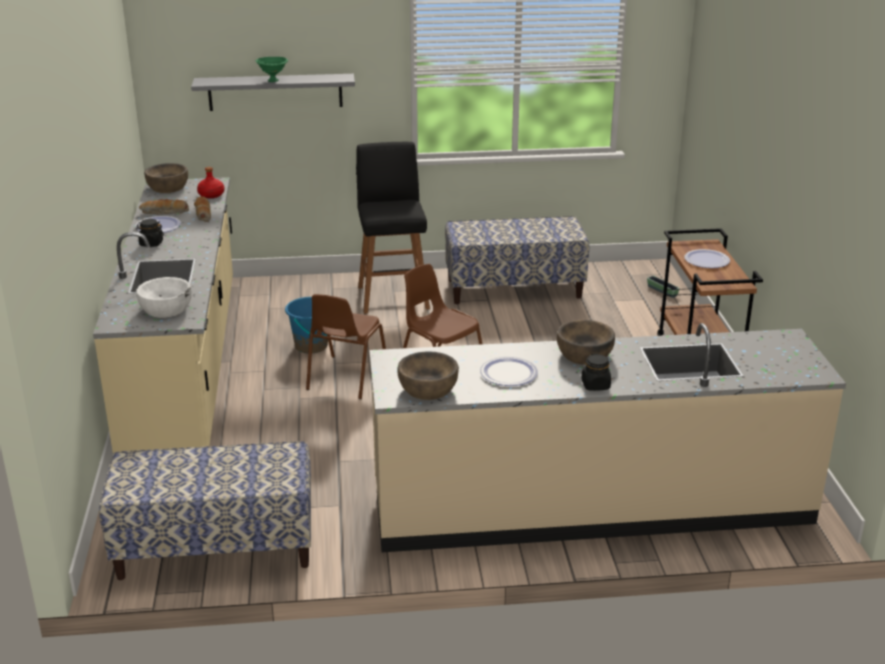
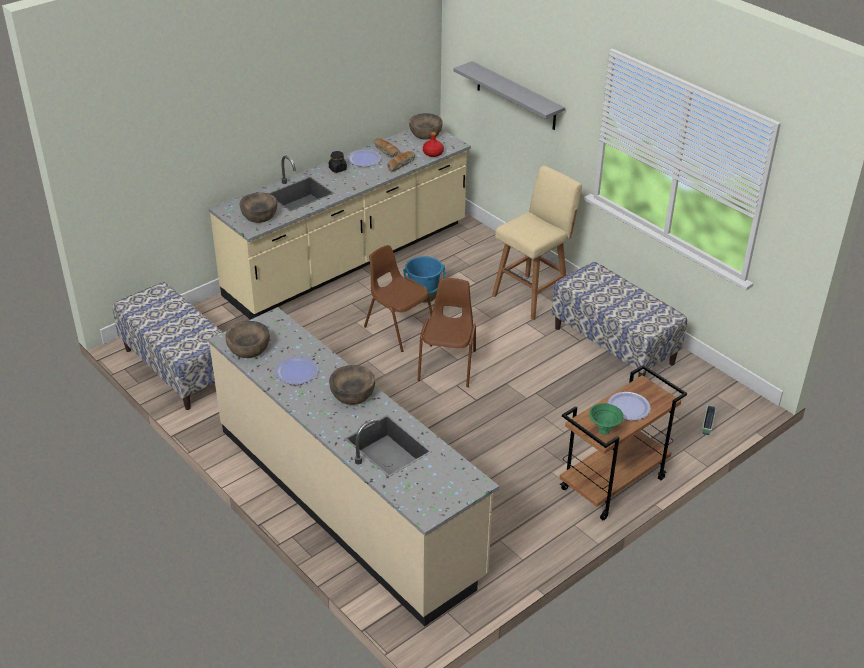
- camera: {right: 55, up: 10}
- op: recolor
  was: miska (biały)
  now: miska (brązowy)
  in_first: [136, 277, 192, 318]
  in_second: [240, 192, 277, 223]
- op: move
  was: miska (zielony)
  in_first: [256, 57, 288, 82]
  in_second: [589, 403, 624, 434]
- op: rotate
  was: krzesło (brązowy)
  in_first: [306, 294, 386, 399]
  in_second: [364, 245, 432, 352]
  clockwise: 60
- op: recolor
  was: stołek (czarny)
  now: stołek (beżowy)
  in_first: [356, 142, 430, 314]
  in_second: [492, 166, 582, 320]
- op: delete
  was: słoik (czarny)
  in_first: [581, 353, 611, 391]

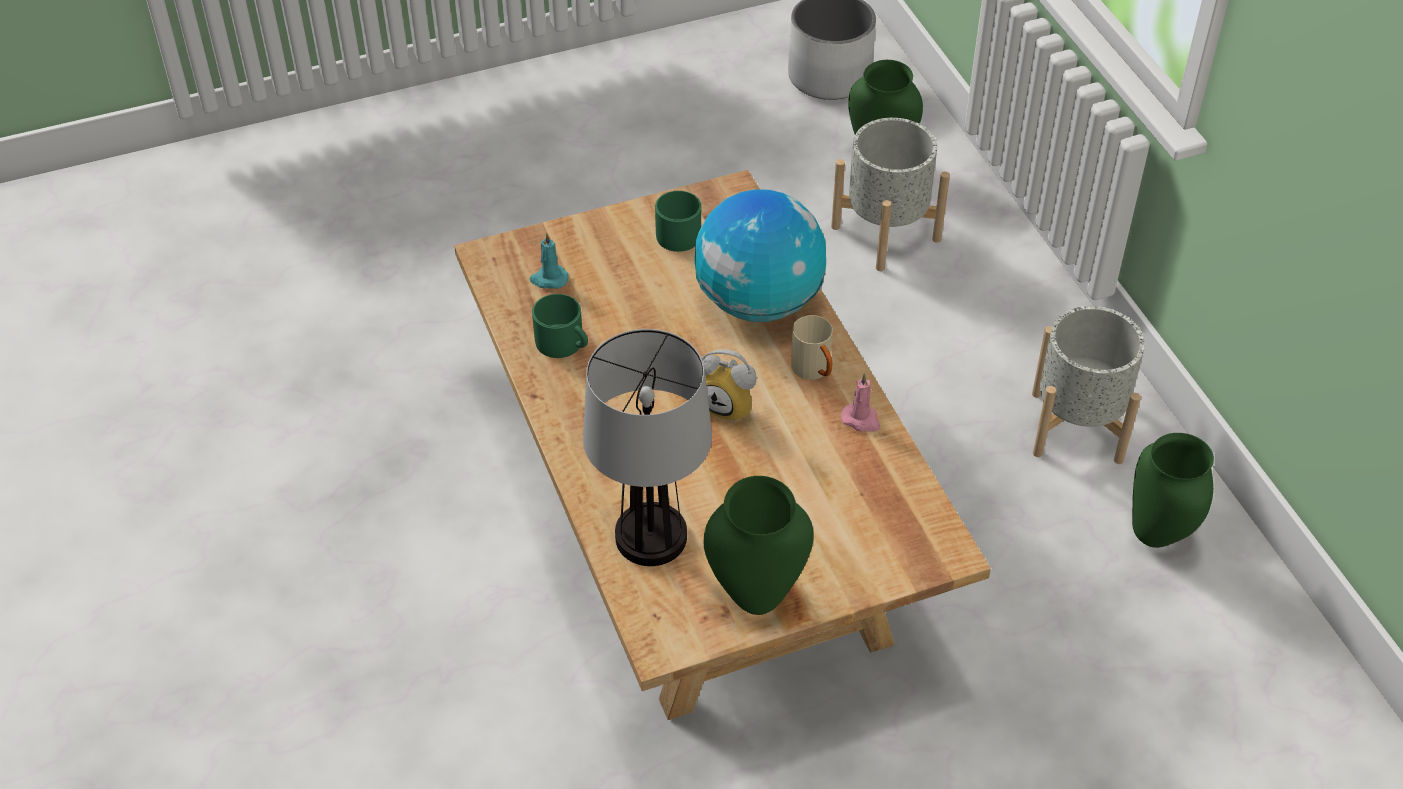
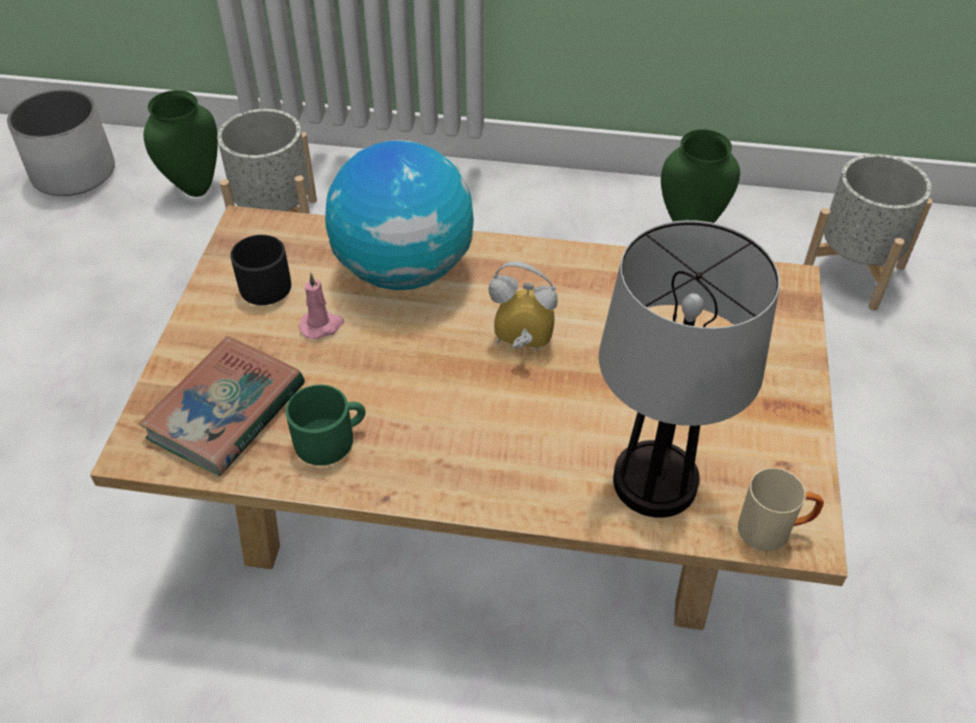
- camera: {right: -60, up: 0}
- op: replace
  was: świeca (turkusowy)
  now: książka
  in_first: [530, 233, 569, 289]
  in_second: [139, 336, 305, 476]
- op: recolor
  was: kubek (zielony)
  now: kubek (czarny)
  in_first: [655, 191, 701, 252]
  in_second: [230, 235, 291, 305]
- op: rotate
  was: budzik
  in_first: [701, 349, 757, 423]
  in_second: [488, 261, 558, 351]
  clockwise: -135
- op: delete
  was: wazon (zielony)
  in_first: [704, 476, 814, 615]
- op: move
  was: kubek (beżowy)
  in_first: [791, 315, 833, 380]
  in_second: [738, 468, 824, 551]
- op: move
  was: świeca (różowy)
  in_first: [841, 373, 880, 432]
  in_second: [299, 273, 344, 339]
- op: move
  was: donica (szary)
  in_first: [1032, 306, 1145, 464]
  in_second: [804, 154, 933, 311]

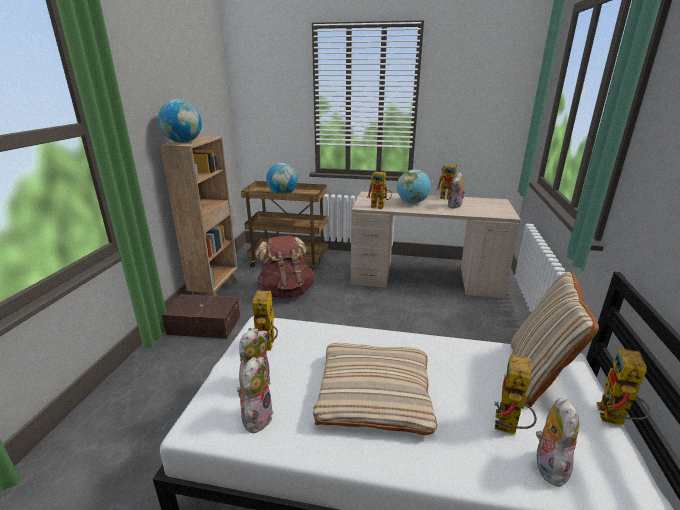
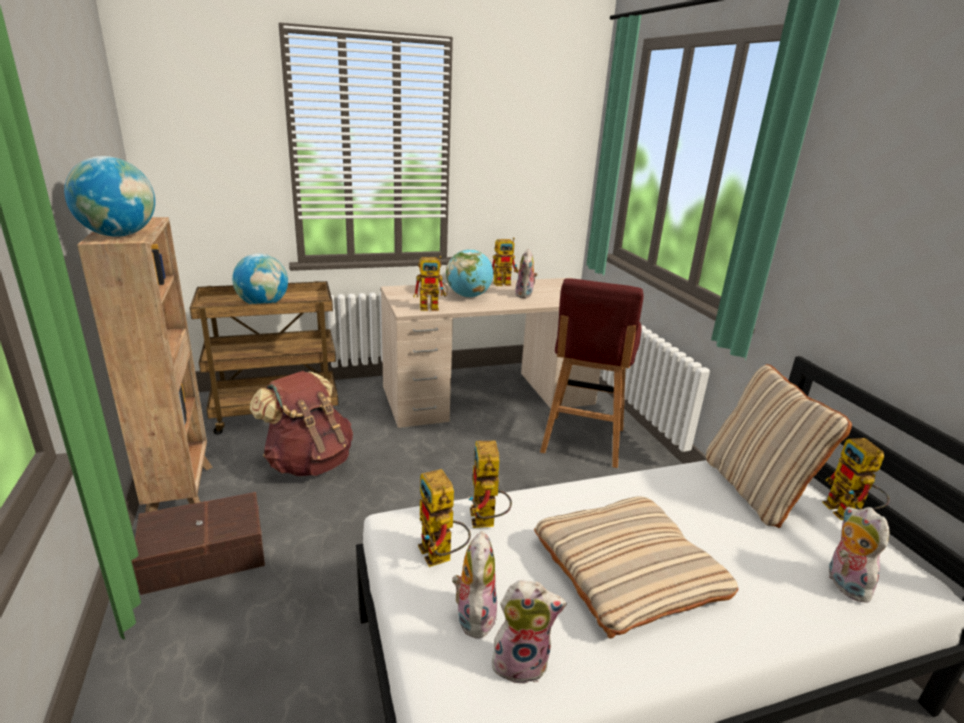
- camera: {right: -30, up: 0}
- op: rotate
  was: pluszak
  in_first: [237, 357, 274, 433]
  in_second: [492, 581, 567, 684]
  clockwise: 105
- op: move
  was: robot zabawkowy
  in_first: [494, 354, 537, 435]
  in_second: [468, 441, 512, 528]
- op: insert
  now: stołek (czerwony)
  in_second: [540, 278, 644, 468]

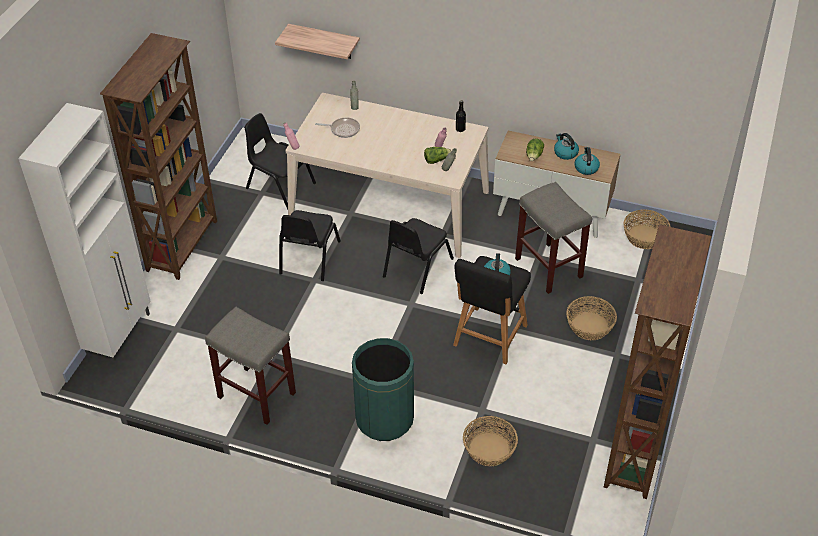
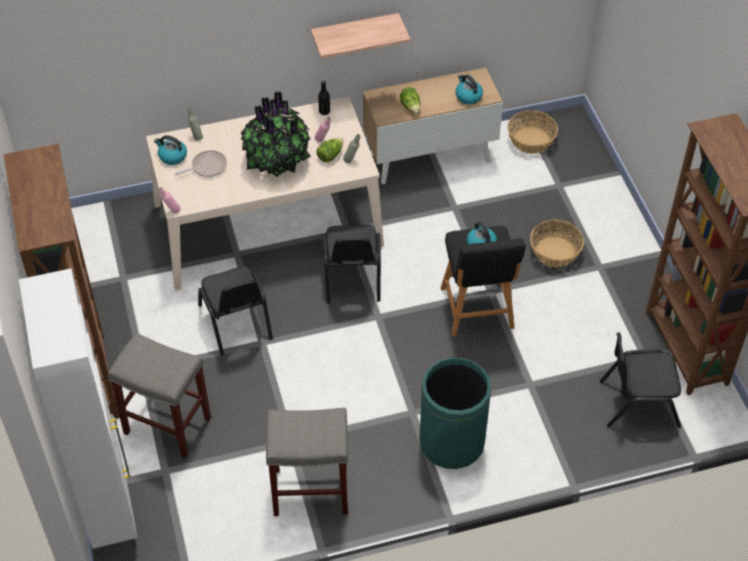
- camera: {right: -35, up: 5}
- op: move
  was: krzesło (czarny)
  in_first: [245, 113, 316, 209]
  in_second: [600, 332, 681, 428]
- op: move
  was: półka
  in_first: [275, 24, 360, 59]
  in_second: [311, 13, 410, 59]
- op: delete
  was: koszyk
  in_first: [463, 416, 518, 466]
- op: move
  was: stołek (szary)
  in_first: [515, 182, 592, 294]
  in_second: [108, 333, 211, 459]
- op: move
  was: czajnik
  in_first: [554, 133, 579, 160]
  in_second: [154, 135, 187, 165]
- op: insert
  now: roślina doniczkowa
  in_second: [241, 91, 311, 177]

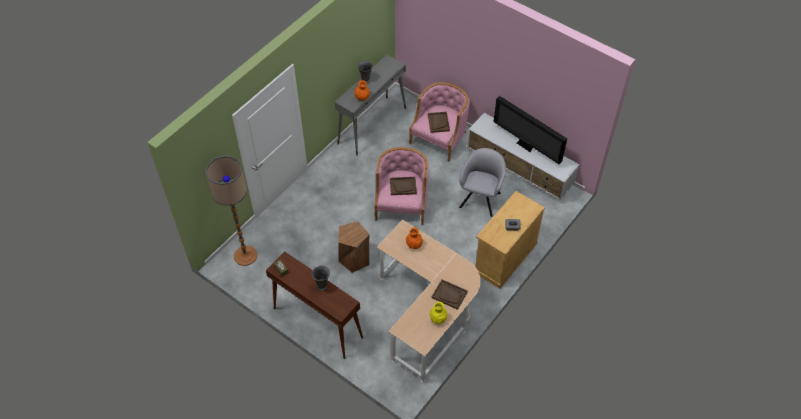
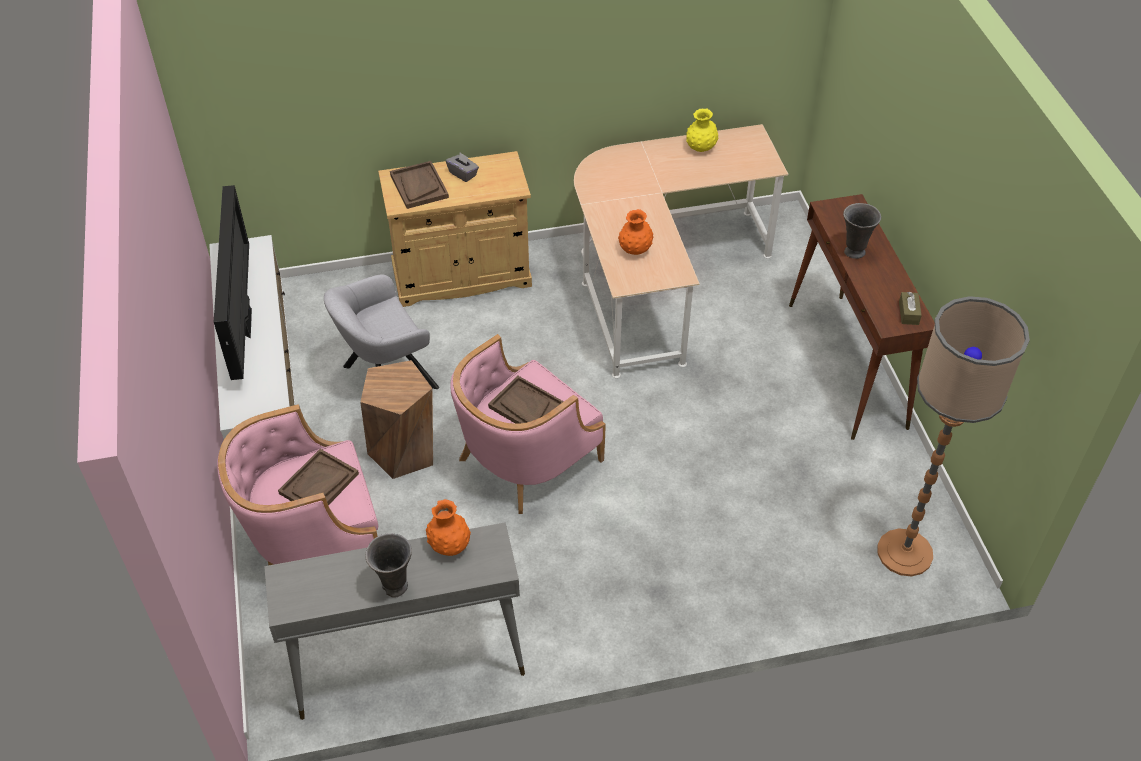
- camera: {right: -140, up: -5}
- op: move
  was: stołek (brązowy)
  in_first: [338, 221, 369, 273]
  in_second: [360, 360, 433, 479]
- op: move
  was: taca (brązowy)
  in_first: [432, 279, 468, 310]
  in_second: [390, 161, 449, 209]

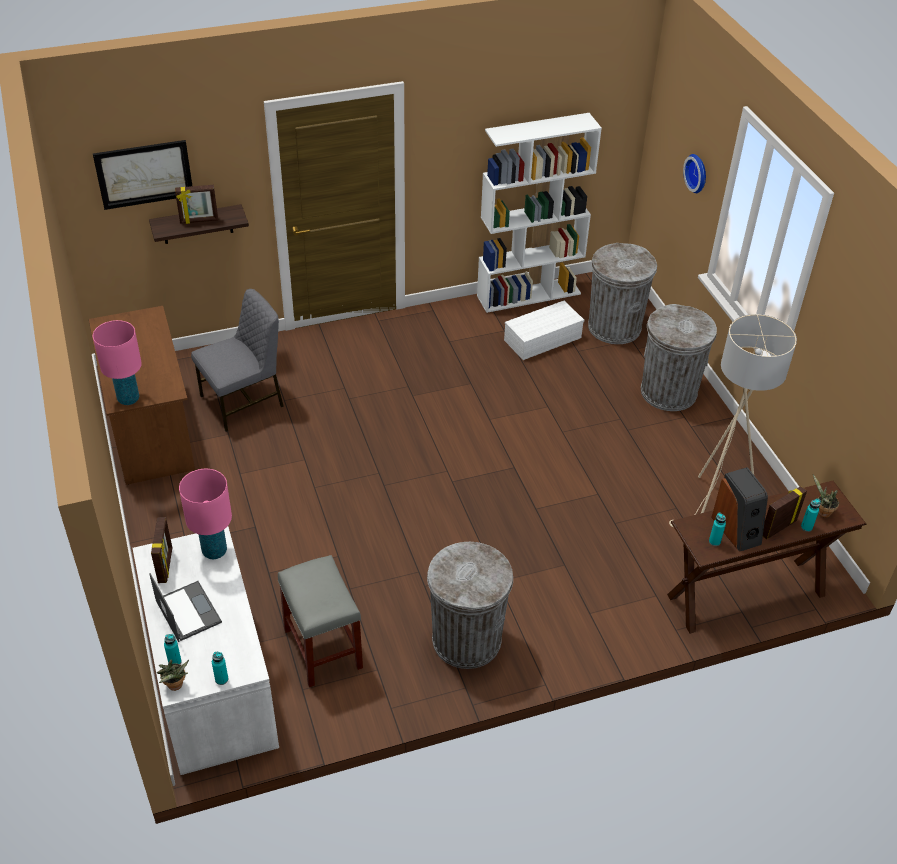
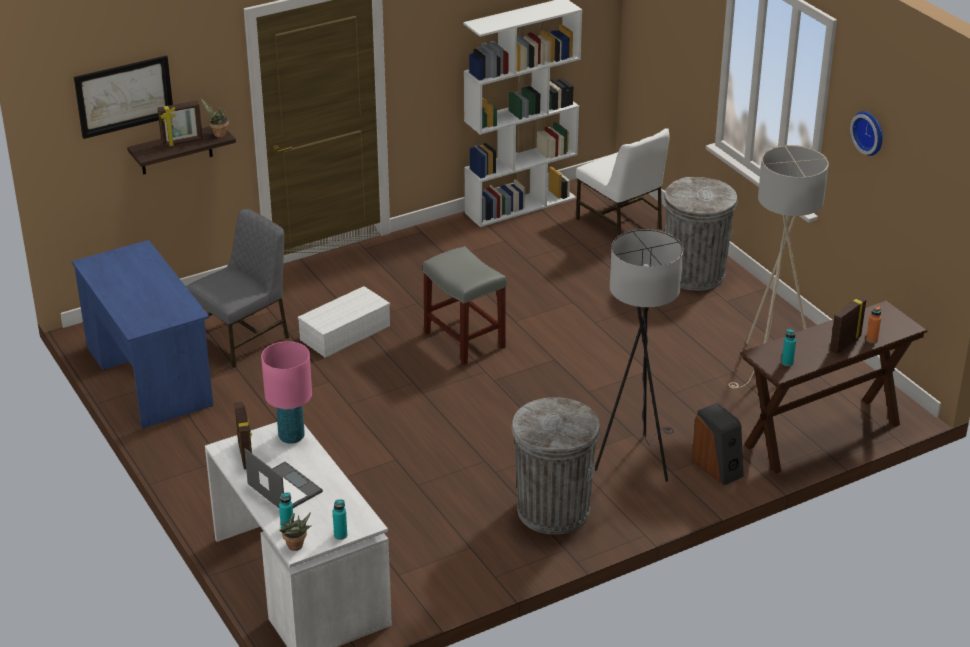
- camera: {right: -10, up: -10}
- op: recolor
  was: biurko (brązowy)
  now: biurko (niebieski)
  in_first: [89, 306, 195, 485]
  in_second: [72, 240, 213, 429]
- op: delete
  was: lampa stołowa (różowy)
  in_first: [93, 320, 142, 405]
- op: move
  was: stołek (szary)
  in_first: [278, 555, 363, 687]
  in_second: [422, 246, 507, 365]
- op: move
  was: pojemnik do przechowywania (biały)
  in_first: [504, 301, 584, 360]
  in_second: [298, 286, 390, 358]
- op: replace
  was: kosz na śmieci (szary)
  now: krzesło (biały)
  in_first: [588, 243, 657, 344]
  in_second: [576, 128, 669, 236]
- op: move
  was: zegar ścienny
  in_first: [683, 154, 706, 193]
  in_second: [850, 111, 883, 156]
- op: move
  was: głośnik
  in_first: [711, 467, 768, 552]
  in_second: [691, 402, 744, 485]
- op: recolor
  was: butelka (turkusowy)
  now: butelka (pomarańczowy)
  in_first: [801, 499, 821, 532]
  in_second: [866, 306, 881, 343]
- op: move
  was: roślina doniczkowa
  in_first: [813, 474, 839, 518]
  in_second: [200, 98, 229, 138]
- op: insert
  now: lampa stojąca (szary)
  in_second: [595, 229, 683, 482]

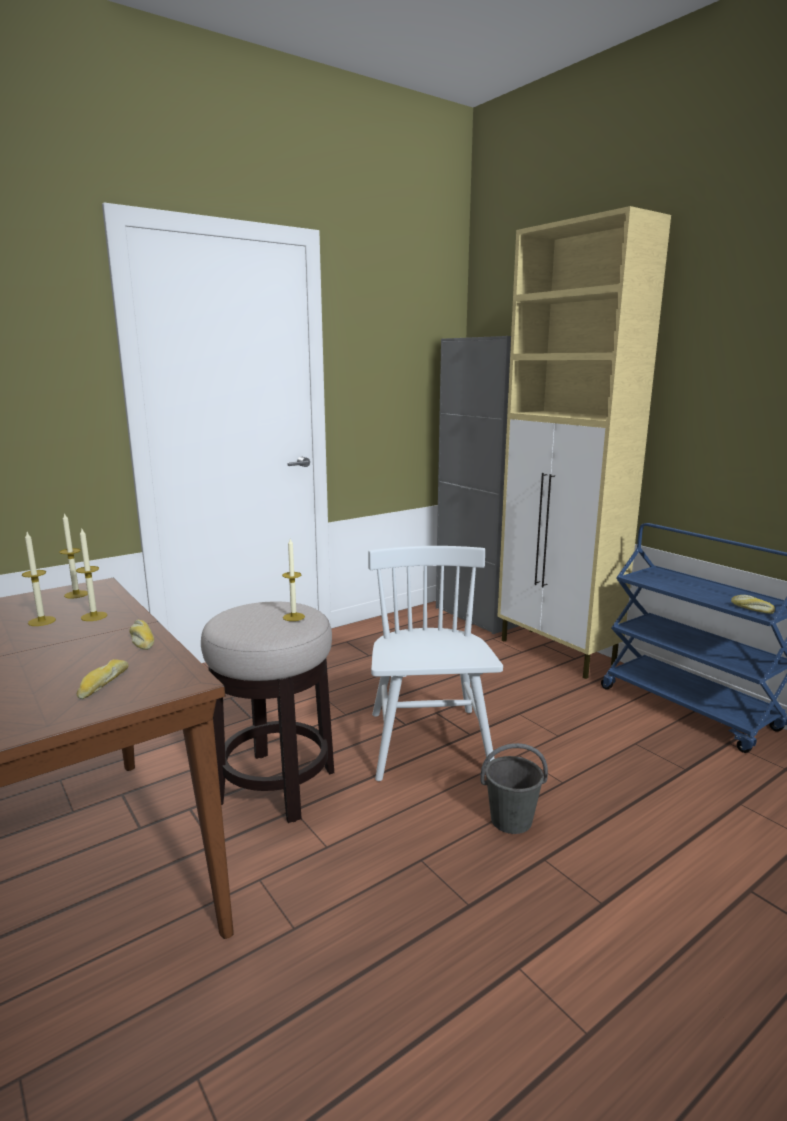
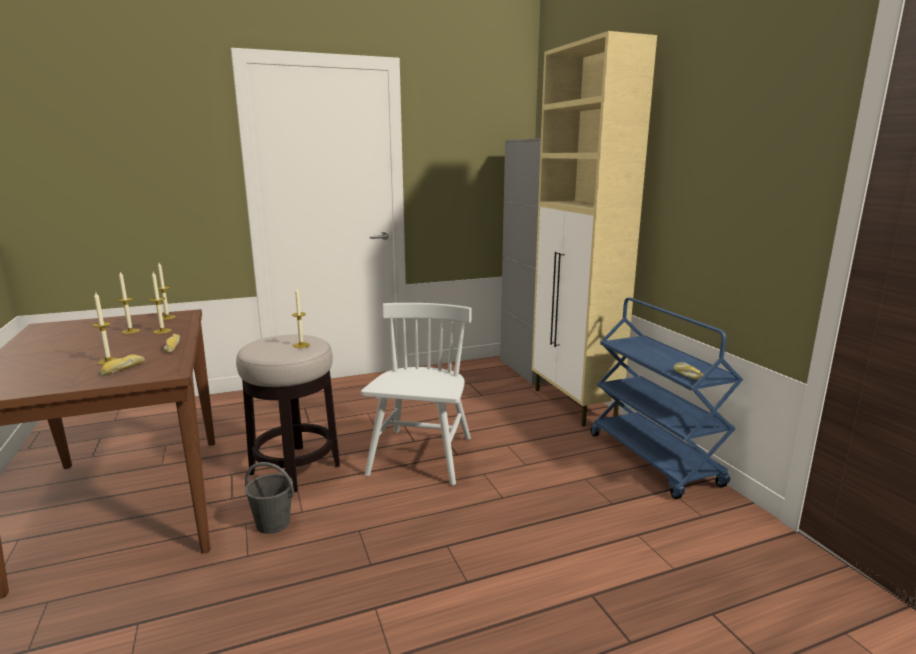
- camera: {right: 15, up: 0}
- op: move
  was: wiadro (szary)
  in_first: [480, 743, 548, 834]
  in_second: [245, 462, 294, 534]
- op: insert
  now: świeca
  in_second: [92, 291, 119, 365]

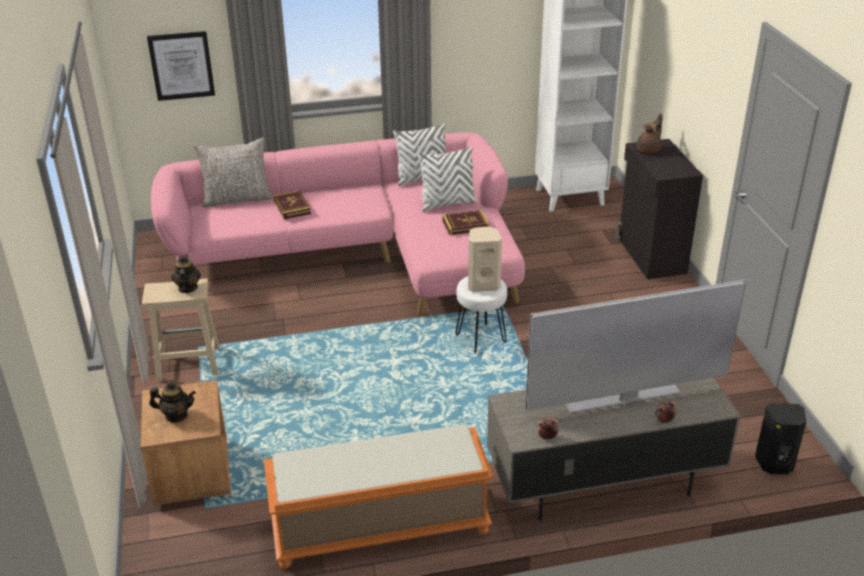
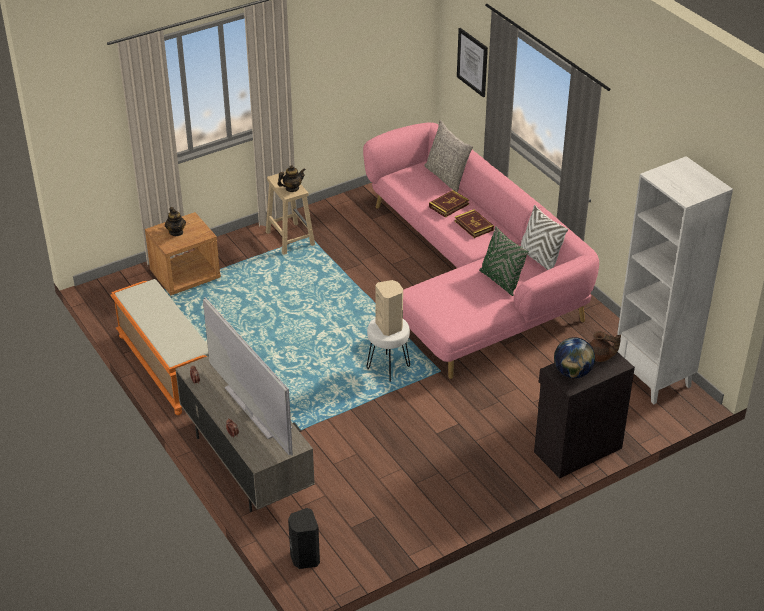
- camera: {right: 70, up: 5}
- op: recolor
  was: poduszka (biały)
  now: poduszka (zielony)
  in_first: [418, 147, 478, 212]
  in_second: [479, 226, 529, 296]
- op: move
  was: książka
  in_first: [442, 210, 489, 235]
  in_second: [455, 209, 494, 238]
- op: insert
  now: globus
  in_second: [554, 337, 595, 378]

